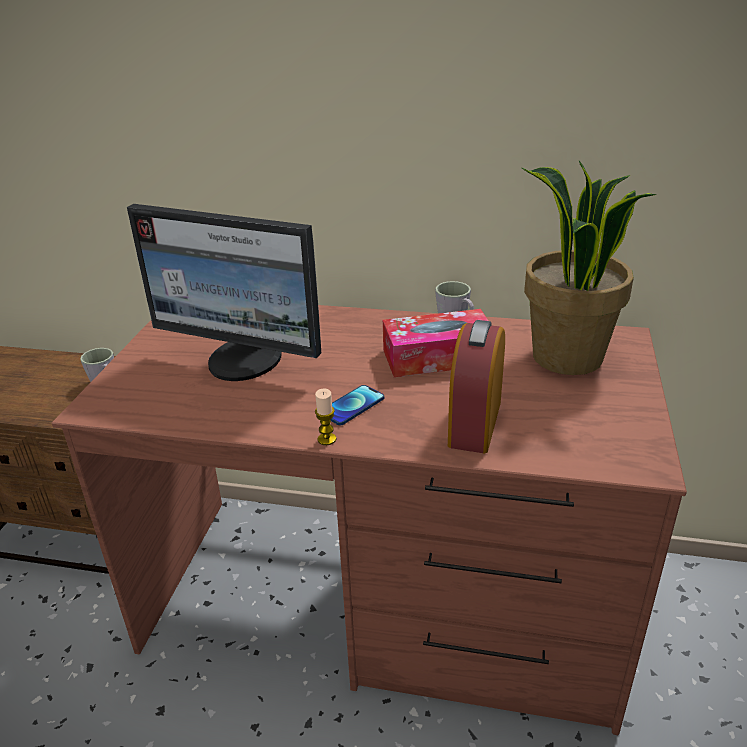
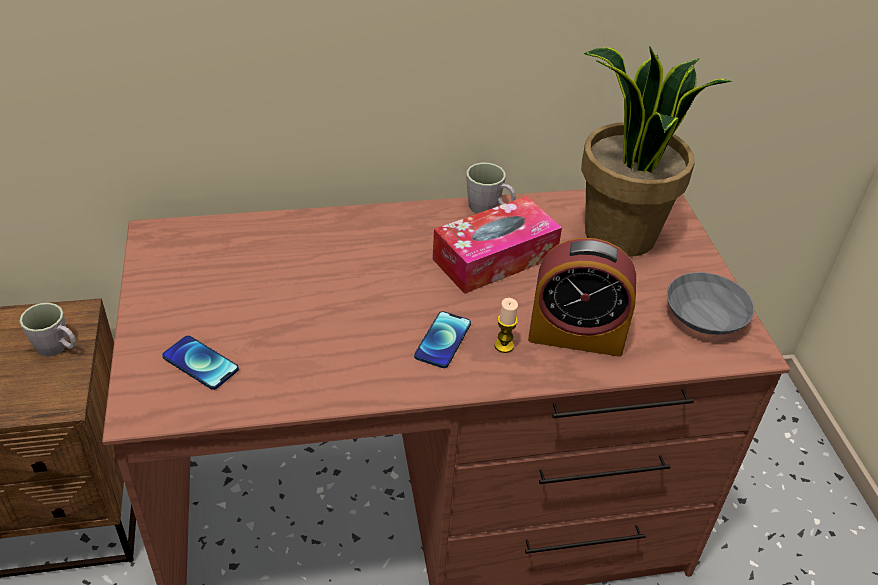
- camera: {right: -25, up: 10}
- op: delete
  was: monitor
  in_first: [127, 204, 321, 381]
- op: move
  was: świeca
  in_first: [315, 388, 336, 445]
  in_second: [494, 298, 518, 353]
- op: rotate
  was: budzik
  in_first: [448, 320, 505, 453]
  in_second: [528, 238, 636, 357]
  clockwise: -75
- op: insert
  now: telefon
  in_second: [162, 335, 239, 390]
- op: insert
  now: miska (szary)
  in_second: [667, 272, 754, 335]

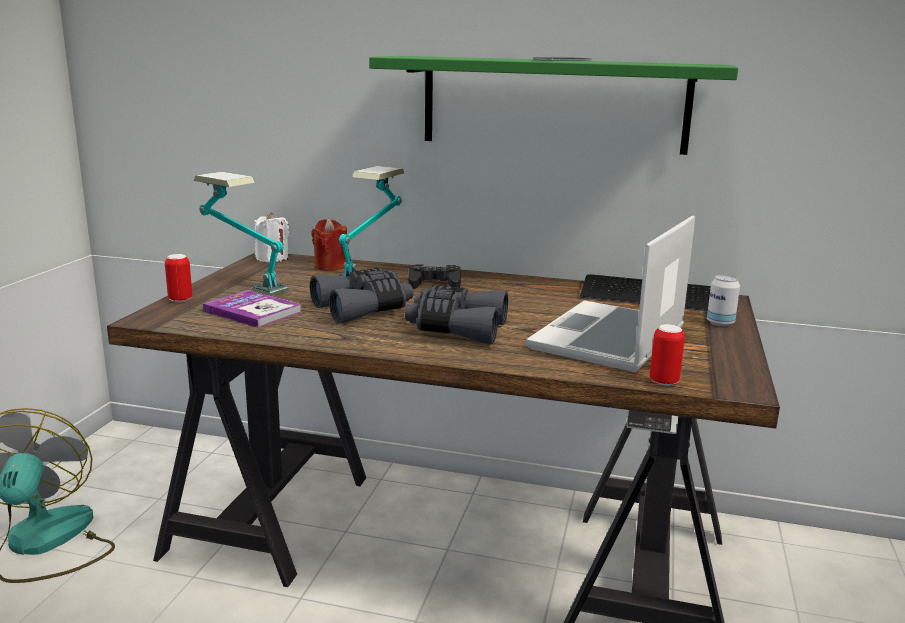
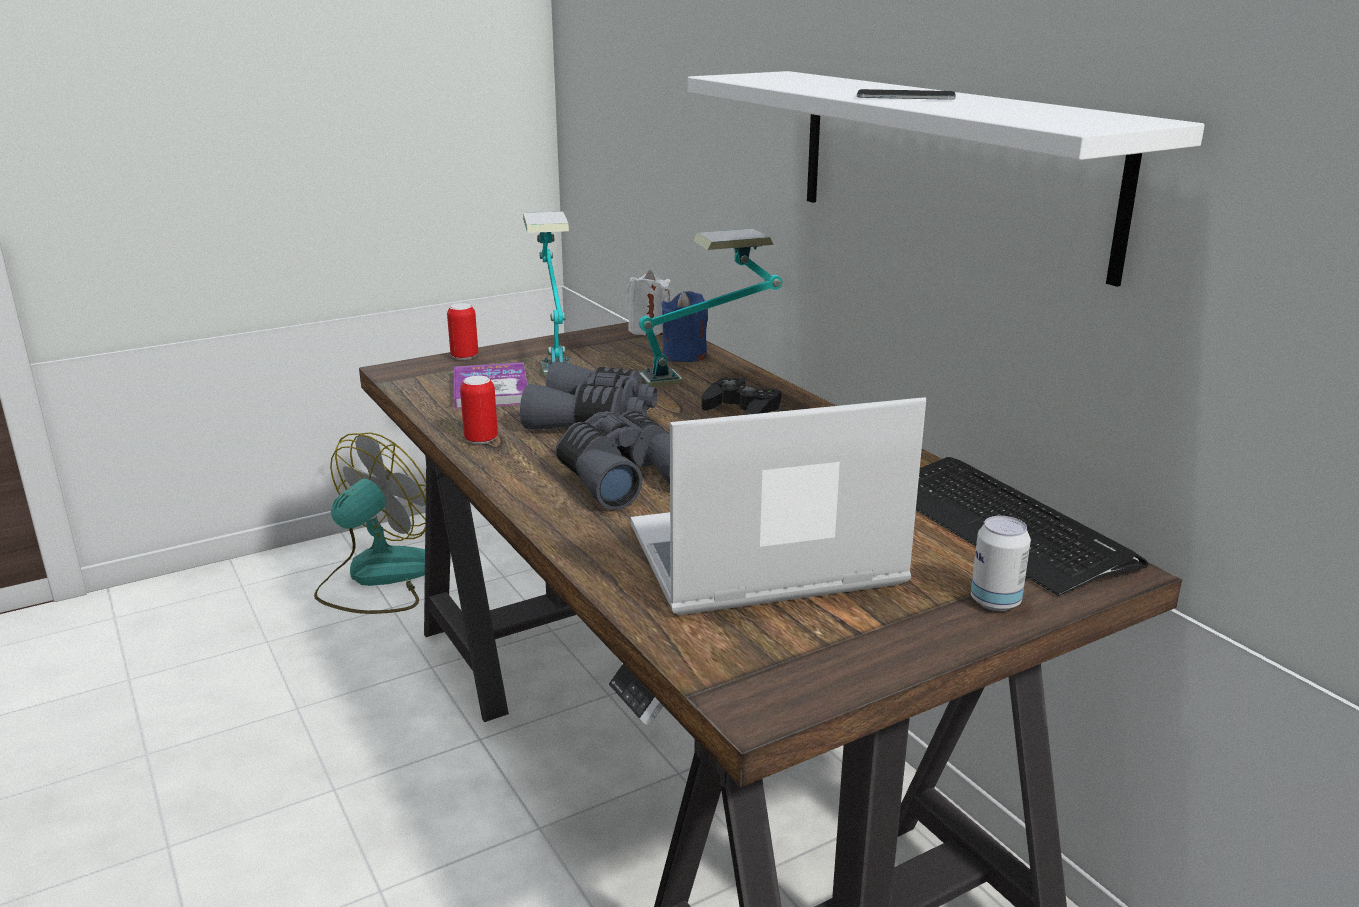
- camera: {right: 45, up: 5}
- op: recolor
  was: świeca (czerwony)
  now: świeca (niebieski)
  in_first: [312, 218, 347, 271]
  in_second: [661, 291, 708, 362]
- op: recolor
  was: półka (zielony)
  now: półka (biały)
  in_first: [369, 56, 738, 155]
  in_second: [688, 71, 1205, 287]
- op: move
  was: puszka
  in_first: [650, 324, 685, 386]
  in_second: [460, 375, 498, 445]

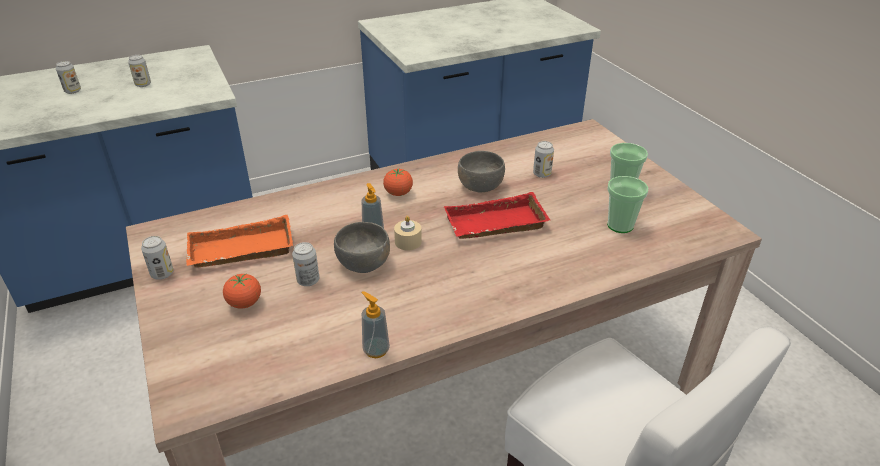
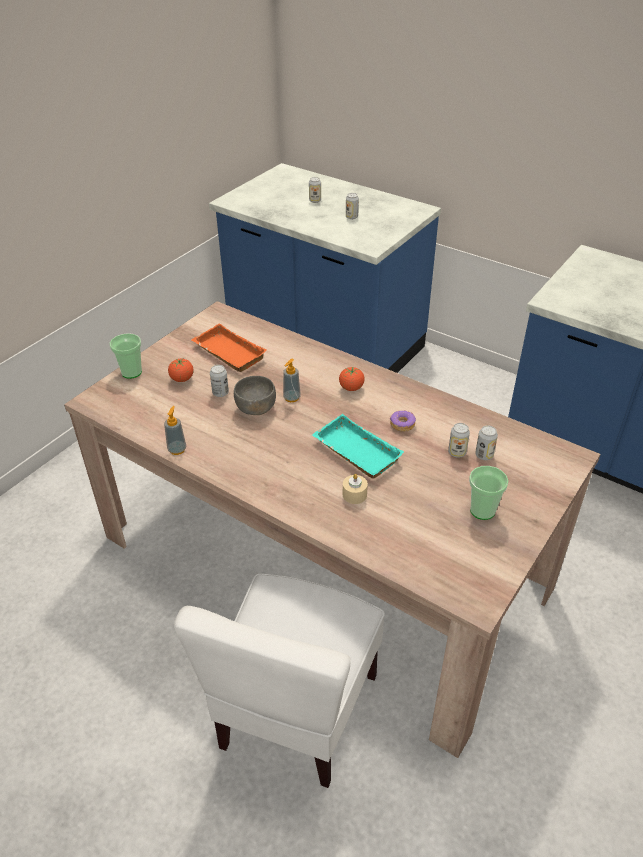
- camera: {right: 60, up: 5}
- op: move
  was: puszka
  in_first: [141, 236, 173, 280]
  in_second: [475, 425, 498, 460]
- op: move
  was: świeca (beżowy)
  in_first: [394, 216, 422, 251]
  in_second: [343, 474, 368, 504]
- op: recolor
  was: taca (czerwony)
  now: taca (turkusowy)
  in_first: [444, 192, 550, 239]
  in_second: [312, 414, 404, 478]
- op: replace
  was: miska (szary)
  now: donut
  in_first: [458, 151, 505, 192]
  in_second: [390, 410, 416, 432]
- op: move
  was: filiżanka
  in_first: [607, 176, 648, 233]
  in_second: [110, 333, 142, 379]

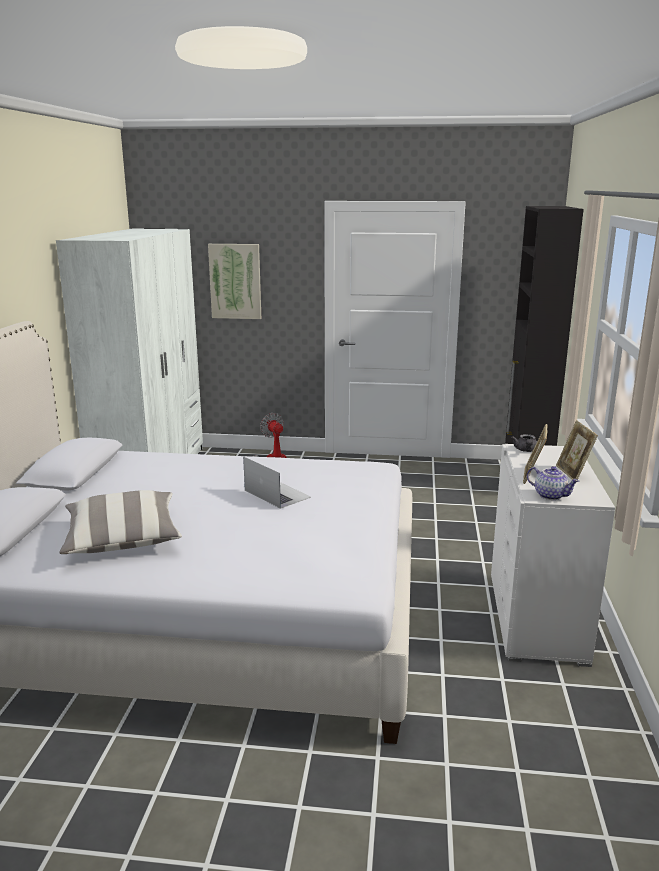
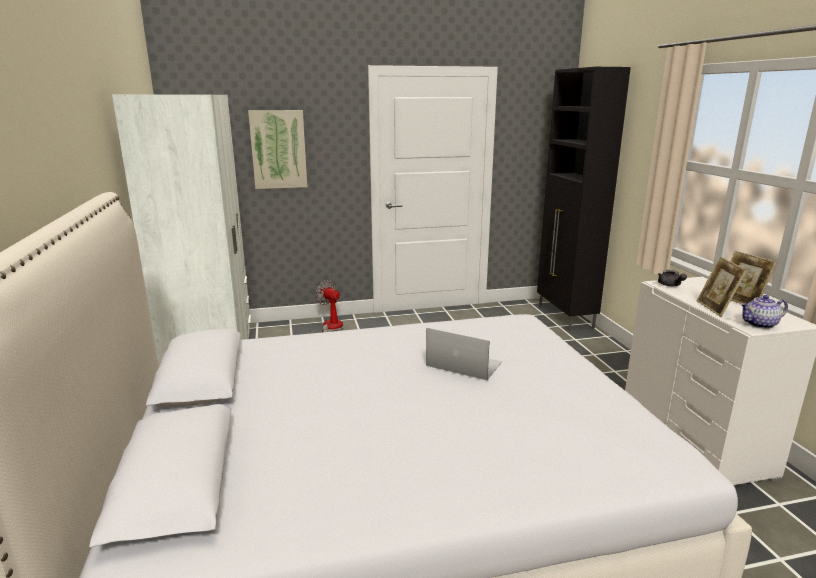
- camera: {right: -20, up: 0}
- op: delete
  was: poduszka
  in_first: [59, 490, 182, 554]
- op: rotate
  was: imbryk
  in_first: [527, 466, 579, 500]
  in_second: [740, 295, 788, 329]
  clockwise: 150

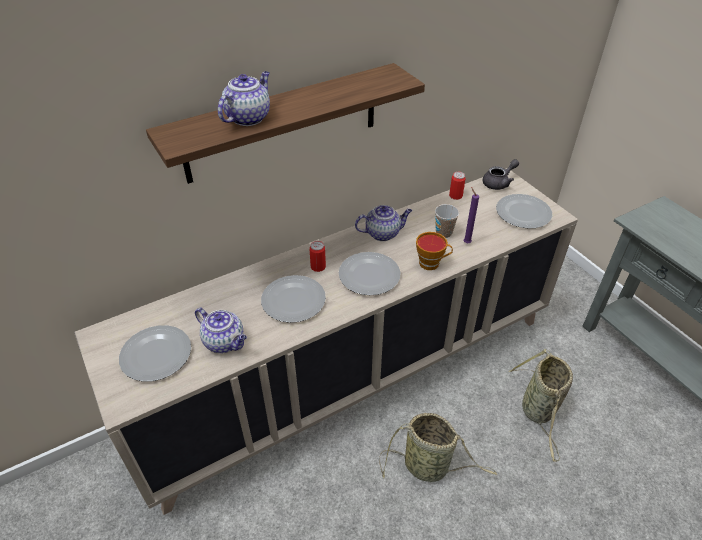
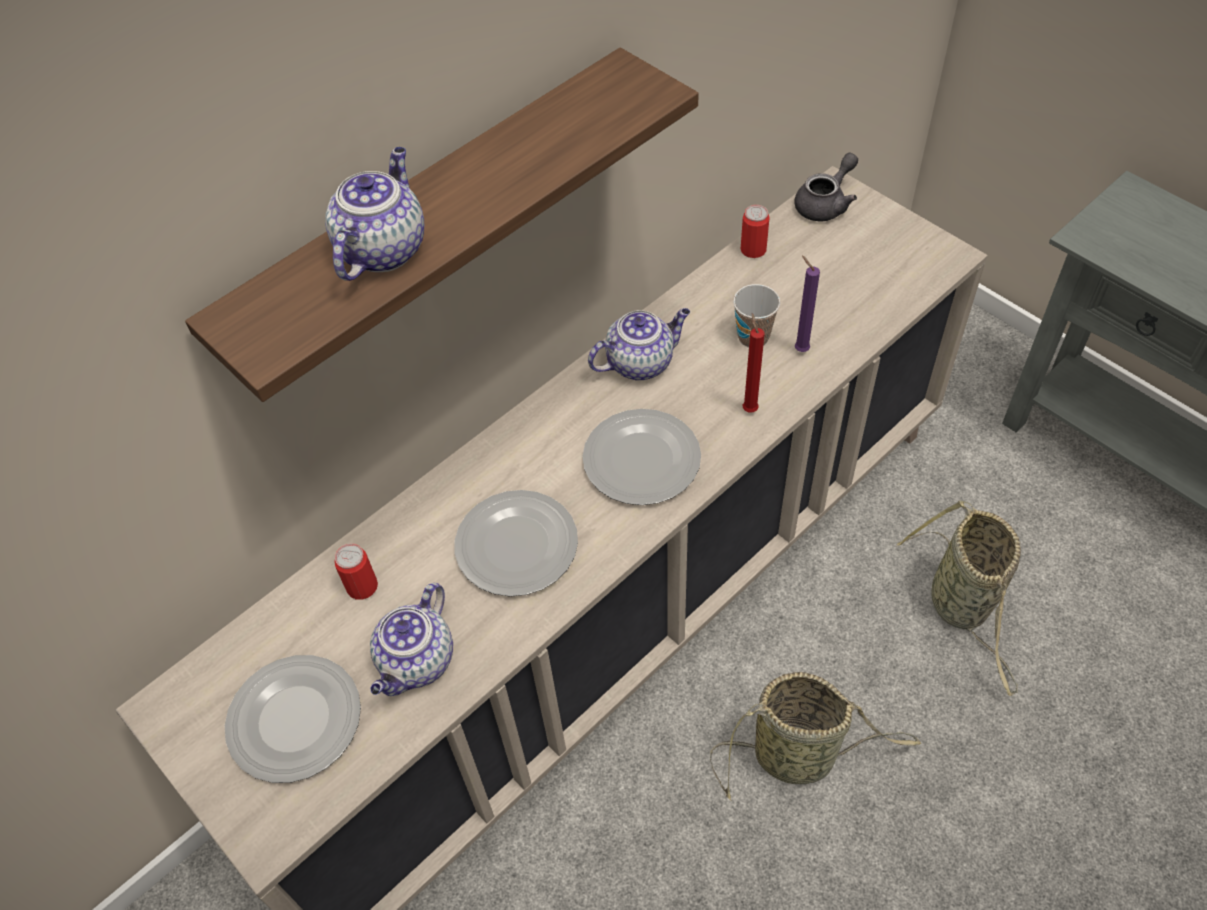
- camera: {right: -10, up: 10}
- op: rotate
  was: imbryk
  in_first: [195, 308, 247, 353]
  in_second: [370, 583, 453, 696]
  clockwise: 90
- op: move
  was: puszka
  in_first: [310, 241, 326, 272]
  in_second: [334, 543, 378, 600]
- op: replace
  was: filiżanka
  now: świeca (czerwony)
  in_first: [416, 232, 453, 270]
  in_second: [743, 313, 765, 412]
- op: delete
  was: talerz
  in_first: [496, 194, 552, 229]

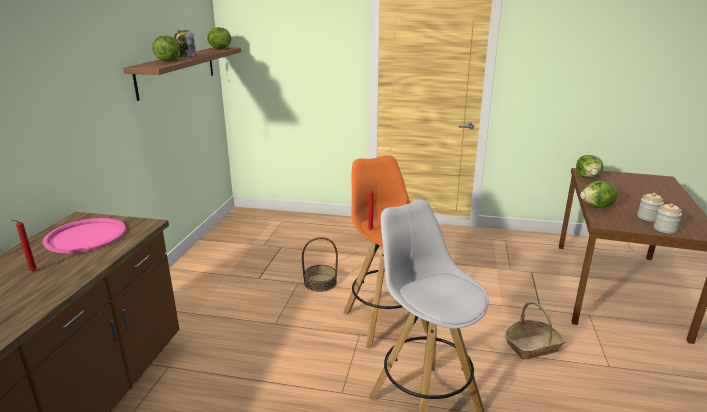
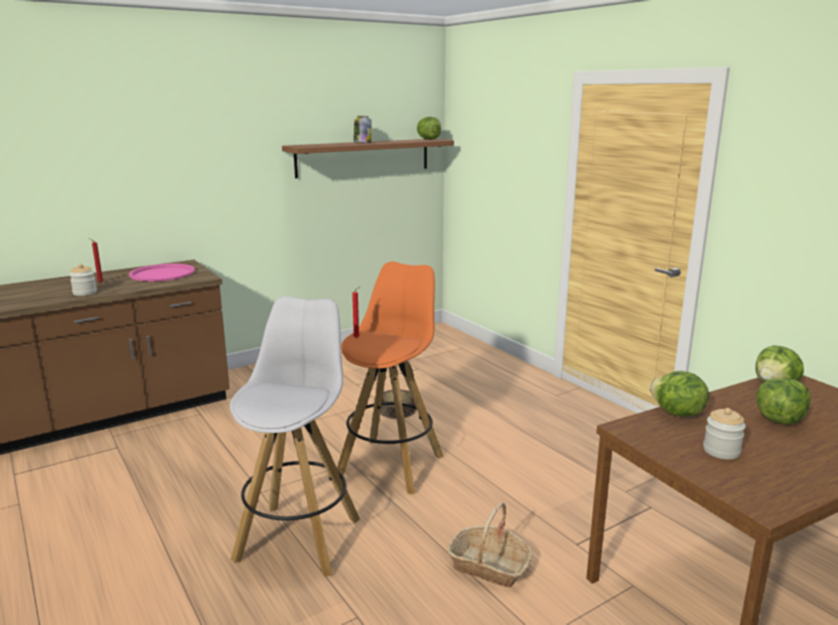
- camera: {right: 45, up: -5}
- op: move
  was: sałata
  in_first: [152, 35, 180, 62]
  in_second: [756, 378, 811, 425]
- op: move
  was: słoik
  in_first: [654, 203, 682, 234]
  in_second: [70, 264, 97, 296]

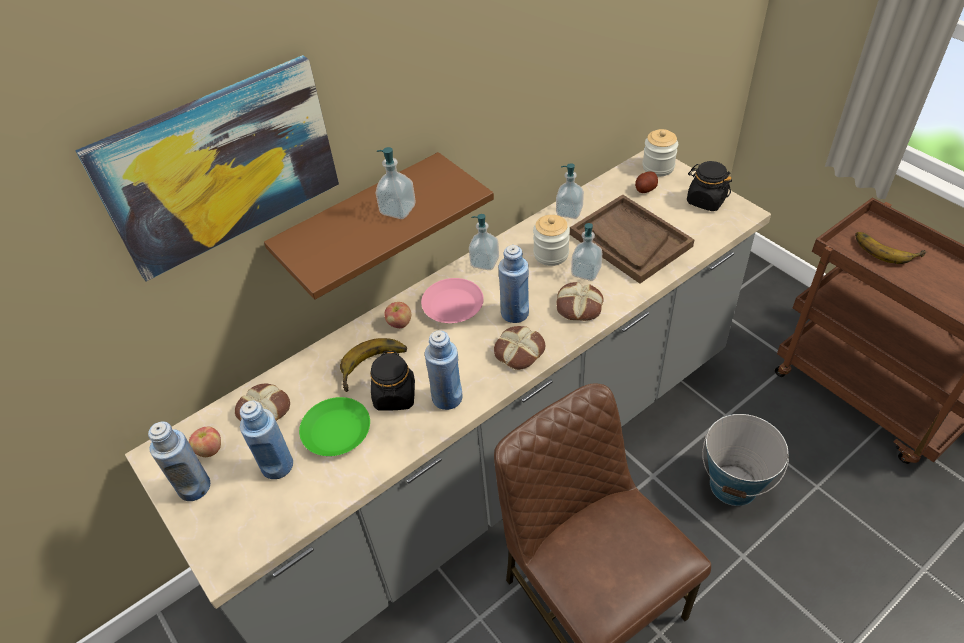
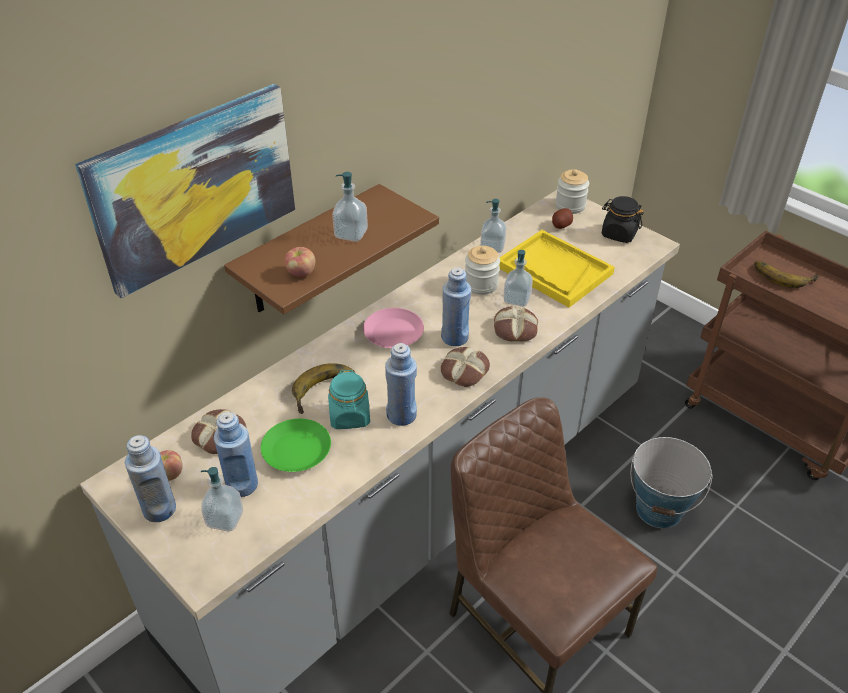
- camera: {right: -10, up: -5}
- op: recolor
  was: słoik (czarny)
  now: słoik (turkusowy)
  in_first: [370, 351, 415, 411]
  in_second: [328, 370, 370, 429]
- op: move
  was: jabłko
  in_first: [384, 302, 411, 328]
  in_second: [284, 247, 315, 277]
- op: move
  was: dozownik mydła
  in_first: [469, 214, 499, 270]
  in_second: [201, 467, 243, 531]
- op: recolor
  was: taca (brązowy)
  now: taca (żółty)
  in_first: [570, 194, 695, 284]
  in_second: [499, 230, 615, 308]

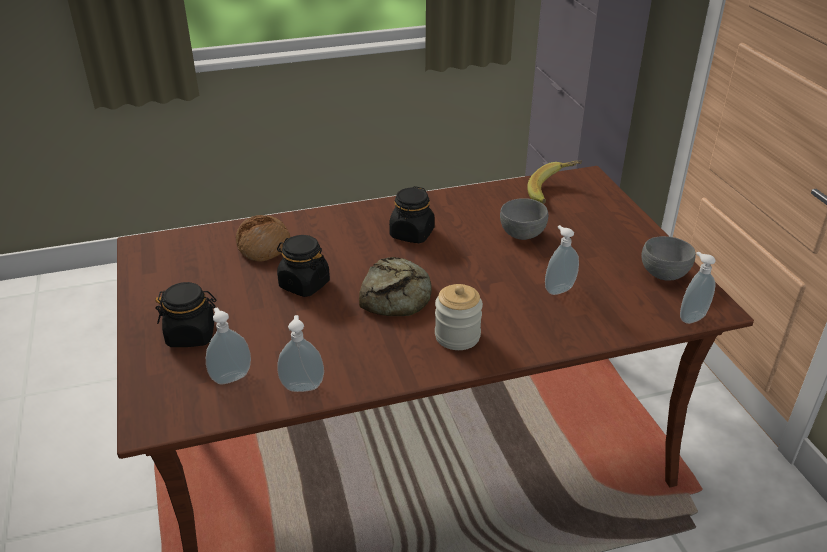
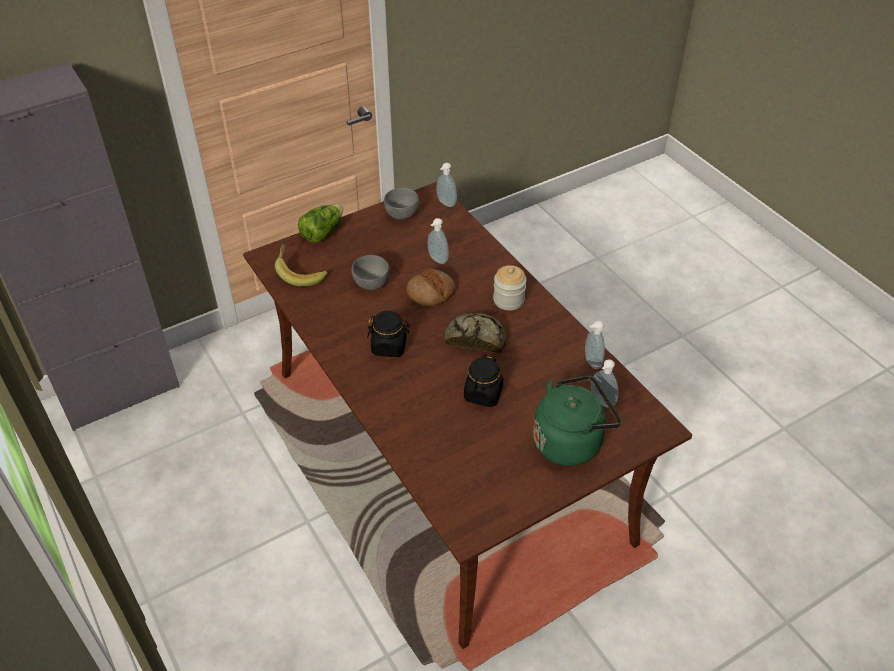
- camera: {right: -105, up: 10}
- op: replace
  was: słoik (czarny)
  now: czajnik (zielony)
  in_first: [155, 282, 217, 347]
  in_second: [533, 375, 621, 466]
- op: move
  was: chleb
  in_first: [236, 215, 290, 262]
  in_second: [406, 269, 455, 306]
- op: insert
  now: sałata
  in_second: [298, 204, 343, 242]

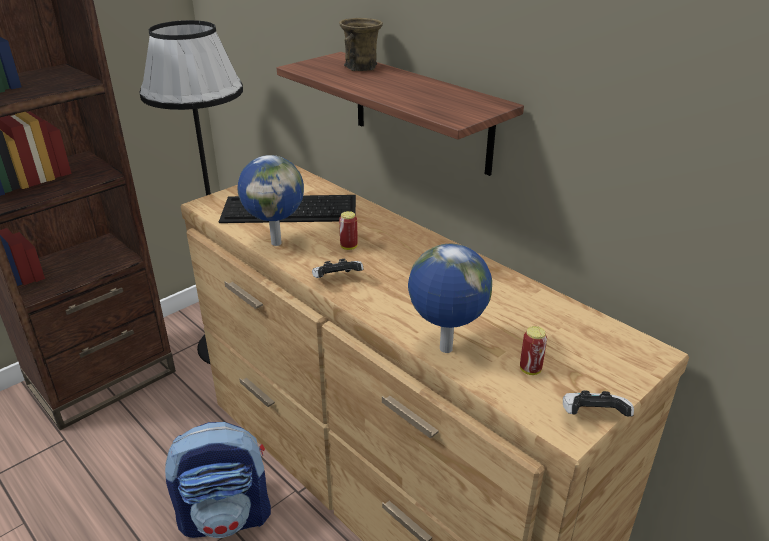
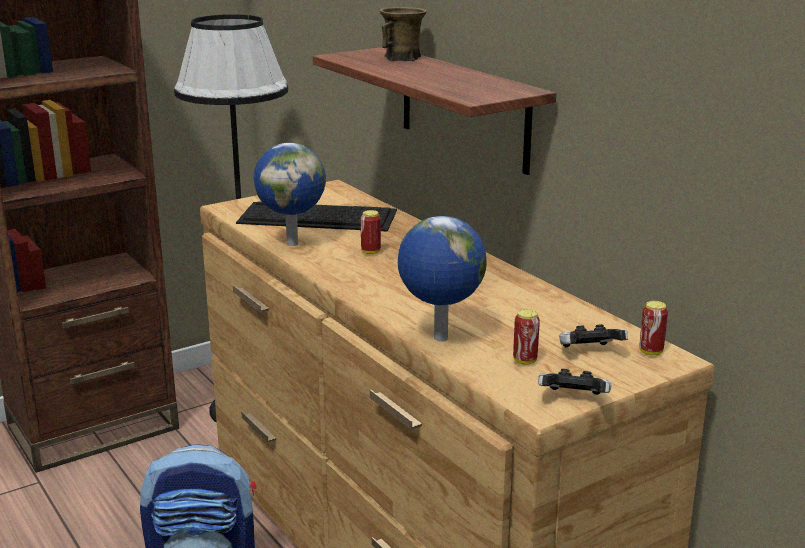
- camera: {right: 10, up: -10}
- op: move
  was: pad do gier
  in_first: [312, 259, 364, 278]
  in_second: [559, 324, 628, 347]
- op: insert
  now: puszka
  in_second: [639, 301, 668, 355]

